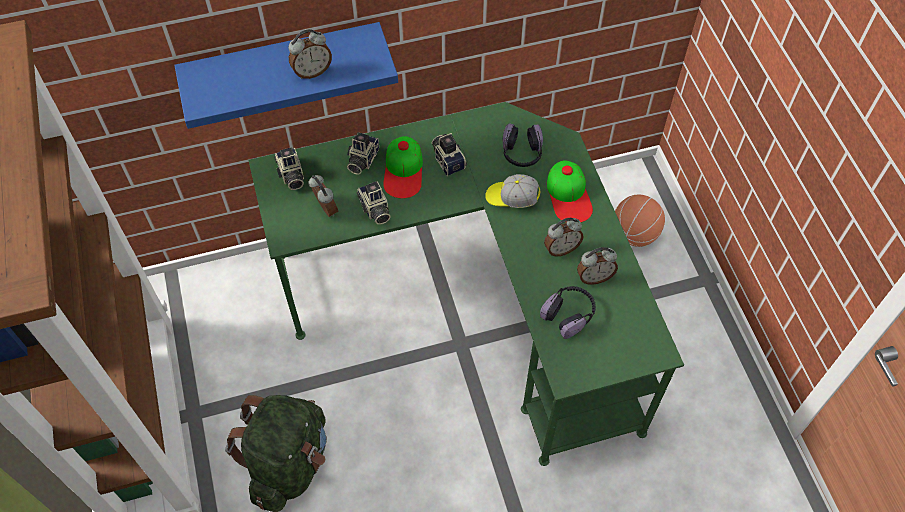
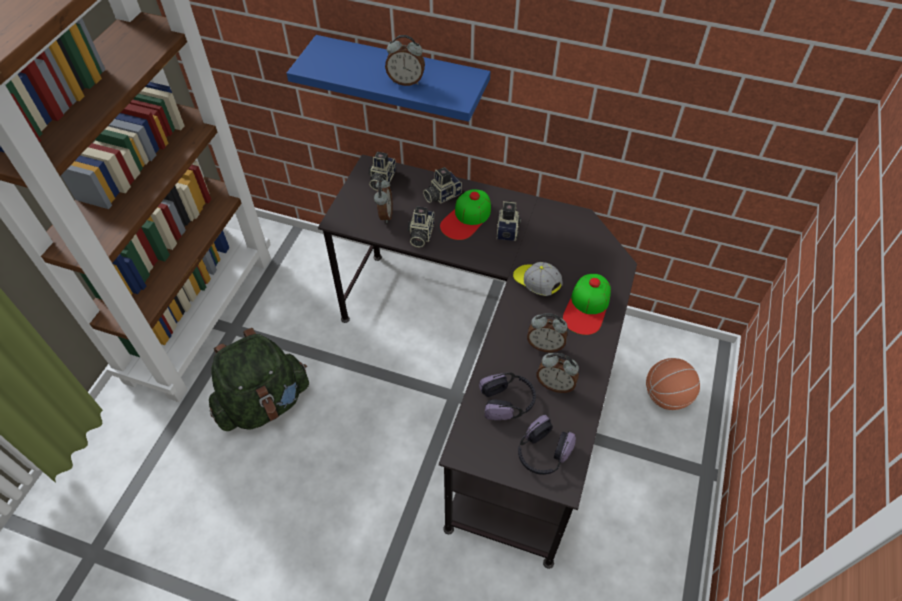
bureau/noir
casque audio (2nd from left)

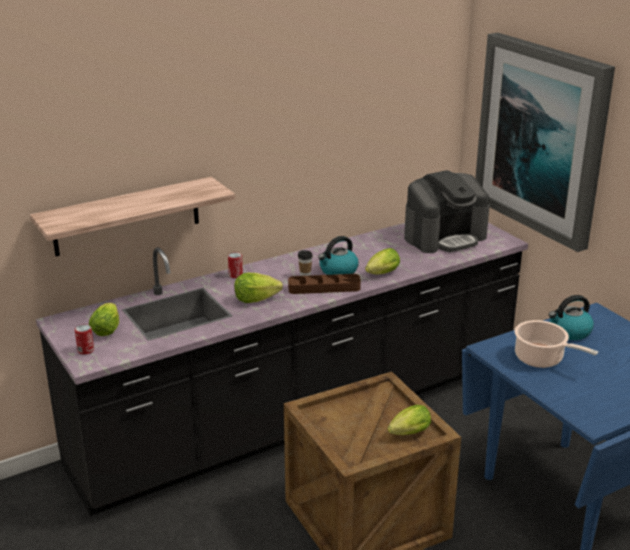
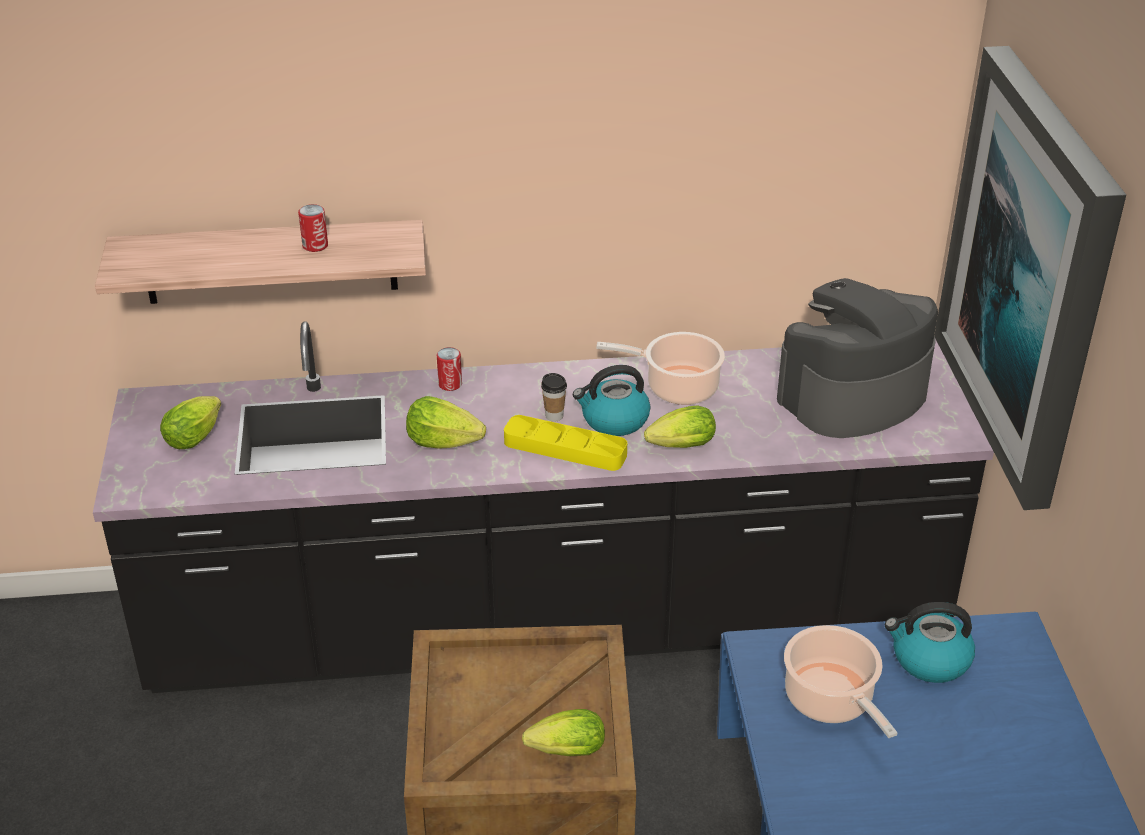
boîte métallique (1st from left)
plateau/jaune
marmite (1st from left)
machine à café

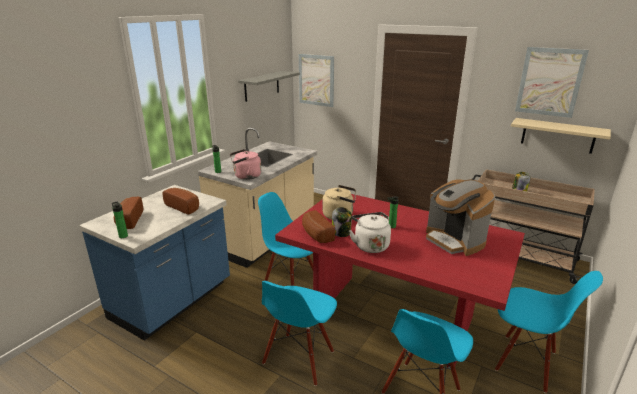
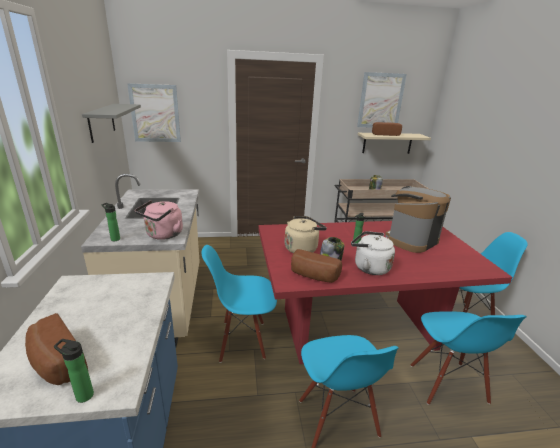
pain (3rd from left)
machine à café

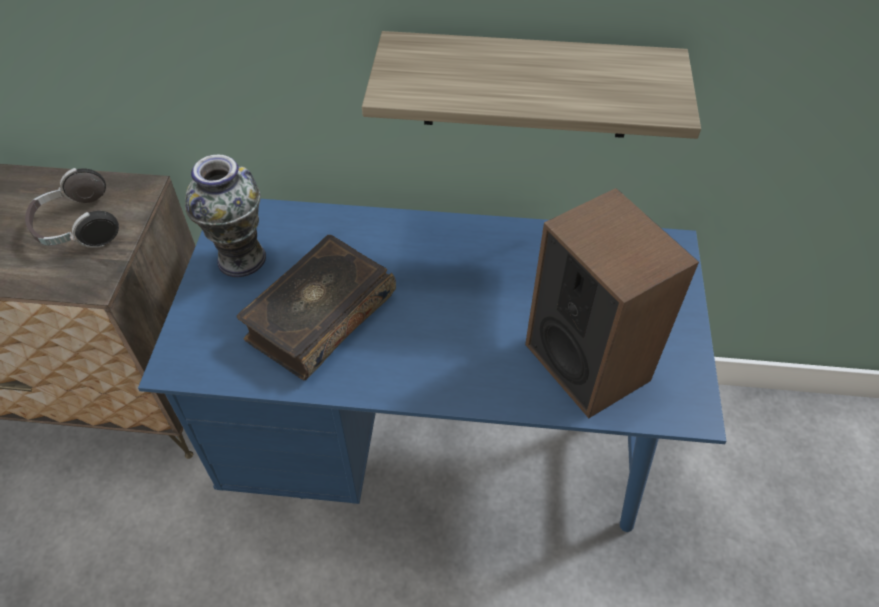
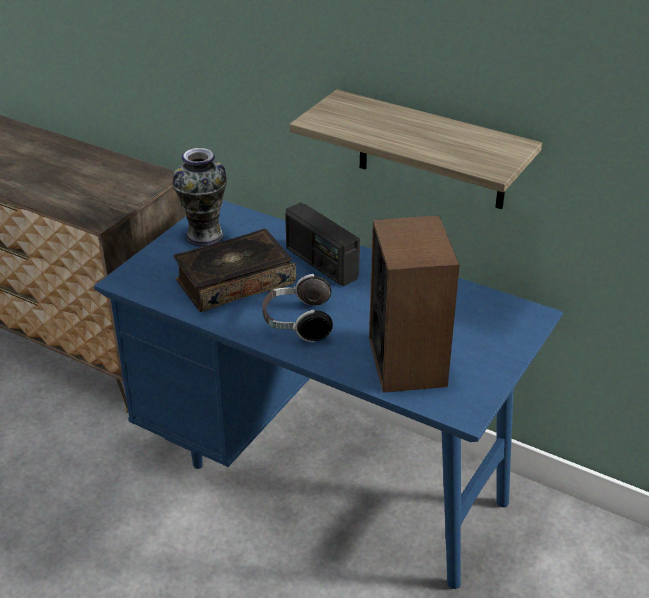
casque audio
radio

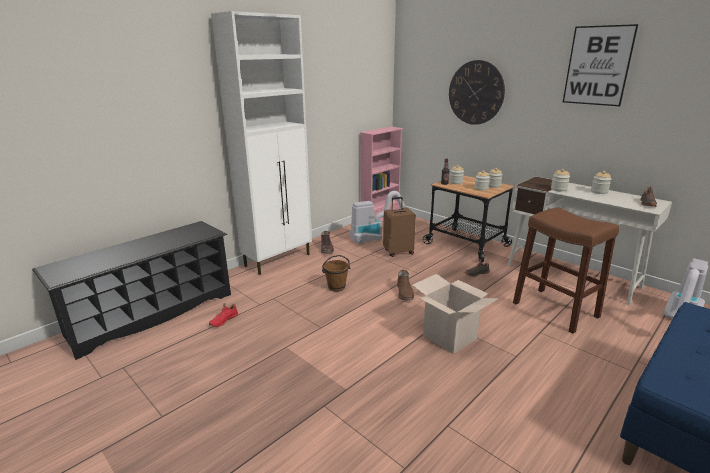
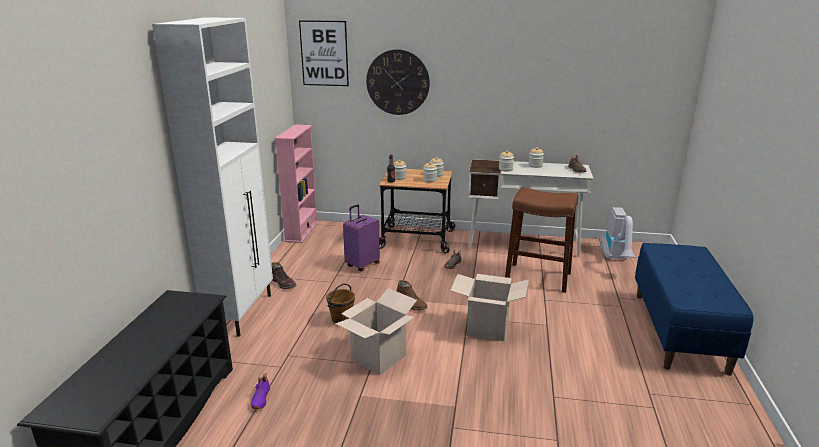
chaussure/violet
tableau
carton (1st from left)
valise/violet
aspirateur (1st from left in the first image)

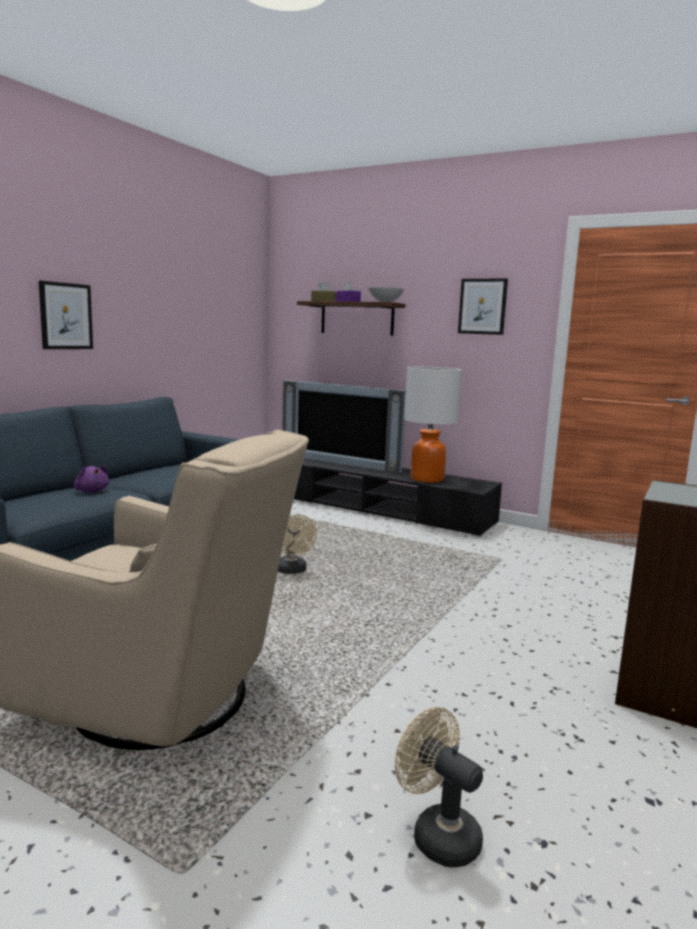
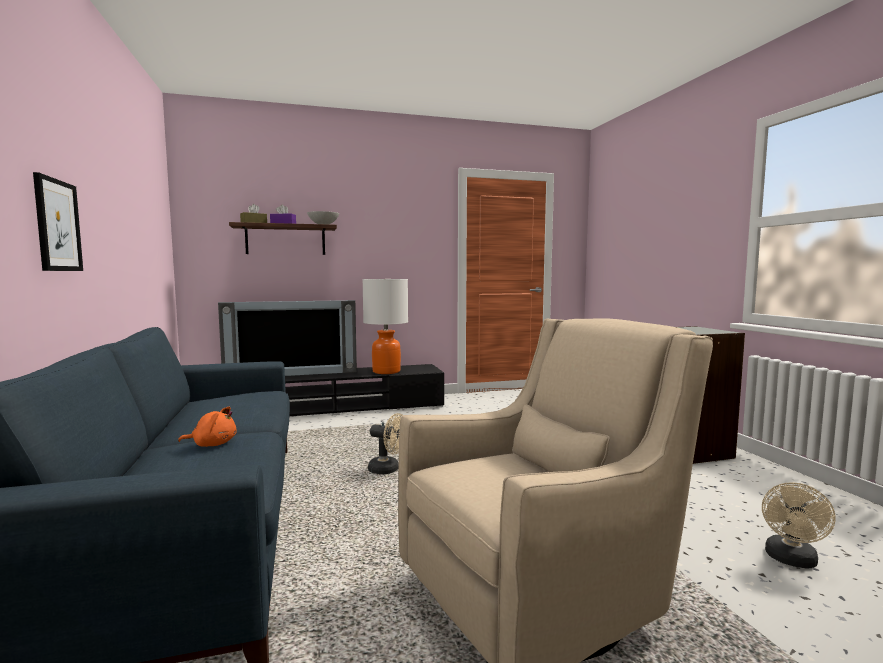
peluche/orange
ventilateur/beige (2nd from left)
tableau (2nd from left in the first image)

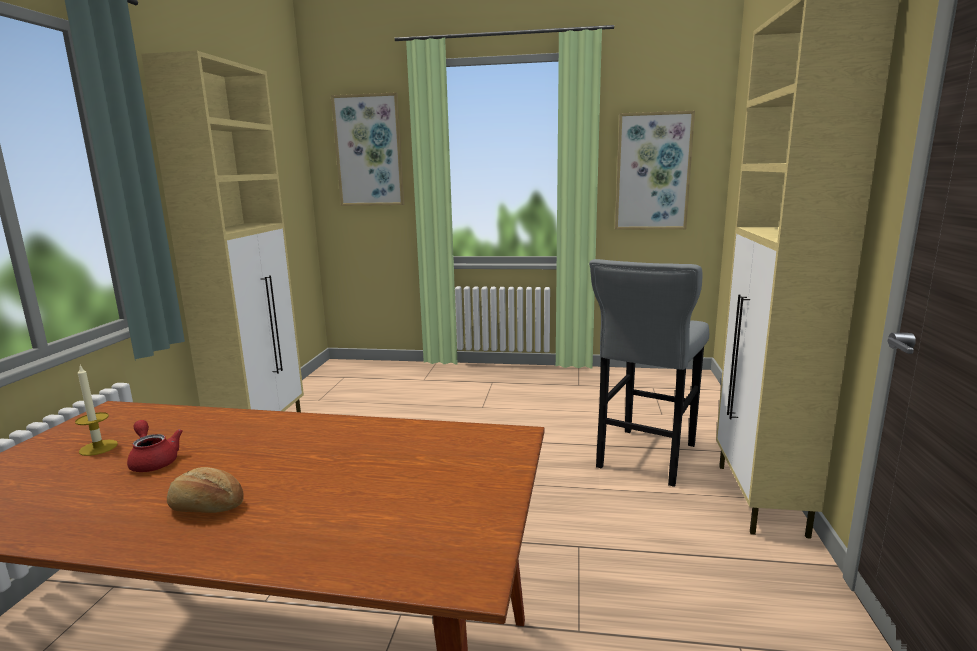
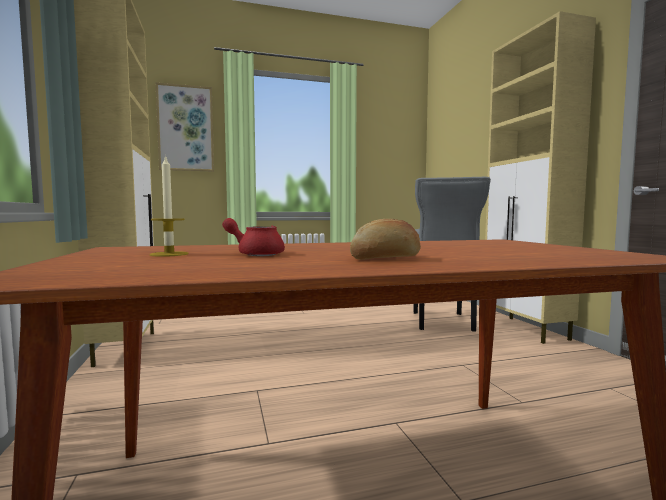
tableau (2nd from left in the first image)

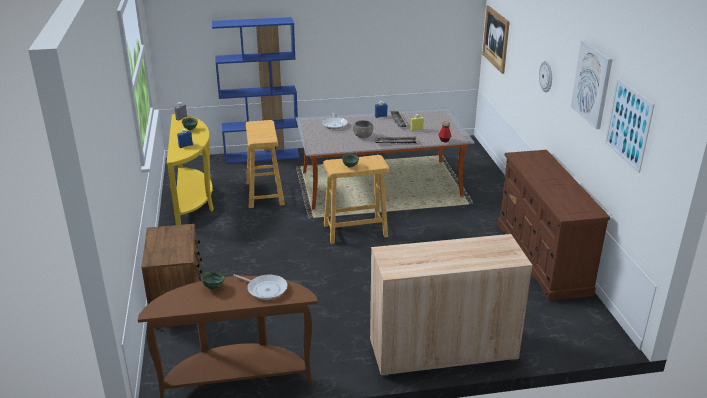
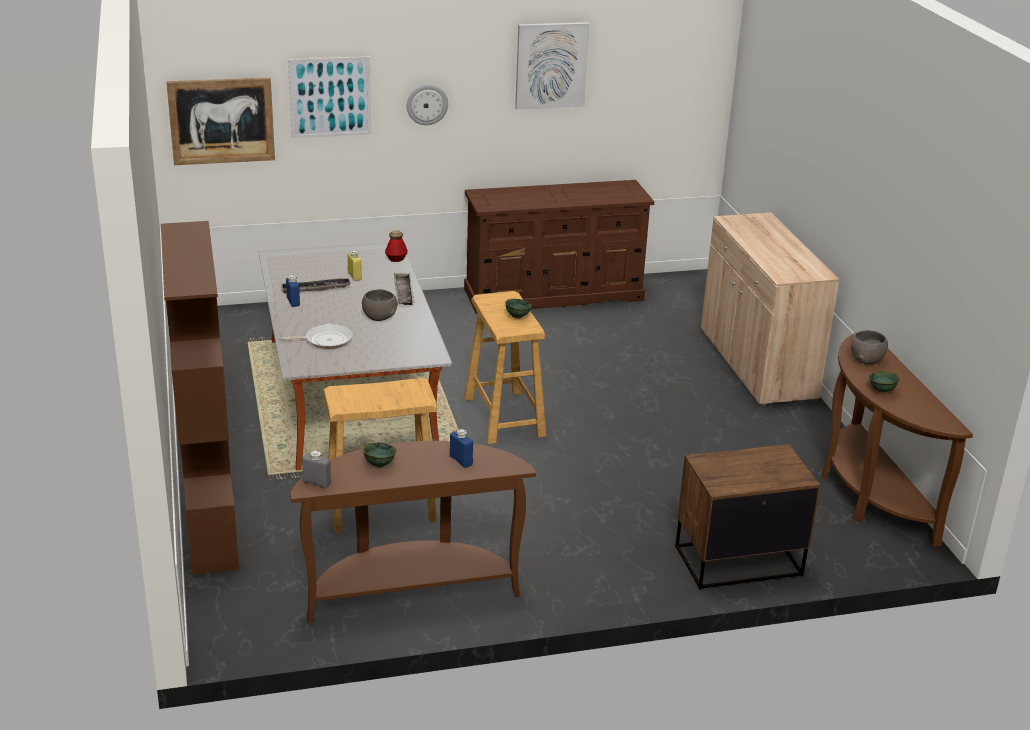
bibliothèque/marron
tableau (2nd from left)
table console/marron (1st from left)
bol/gris (2nd from left)

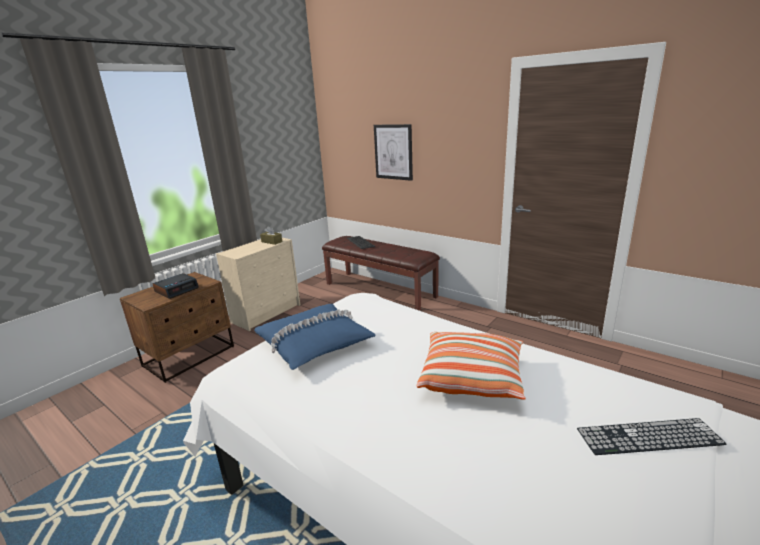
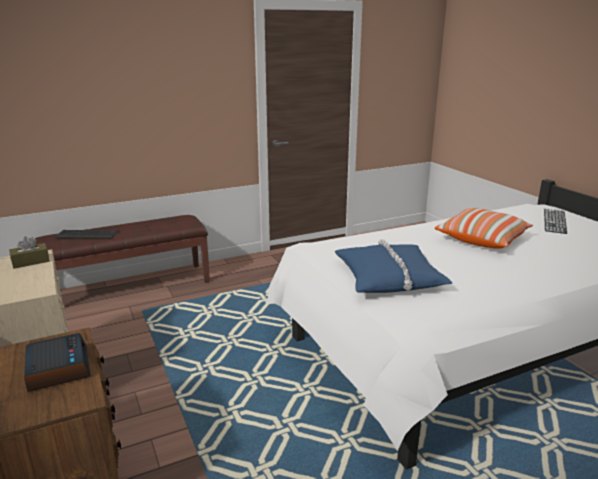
tableau

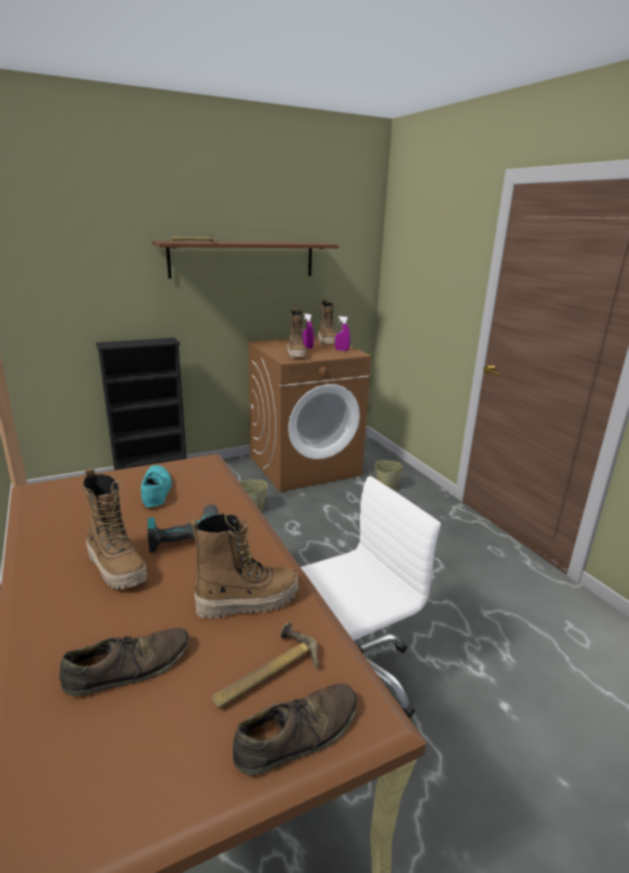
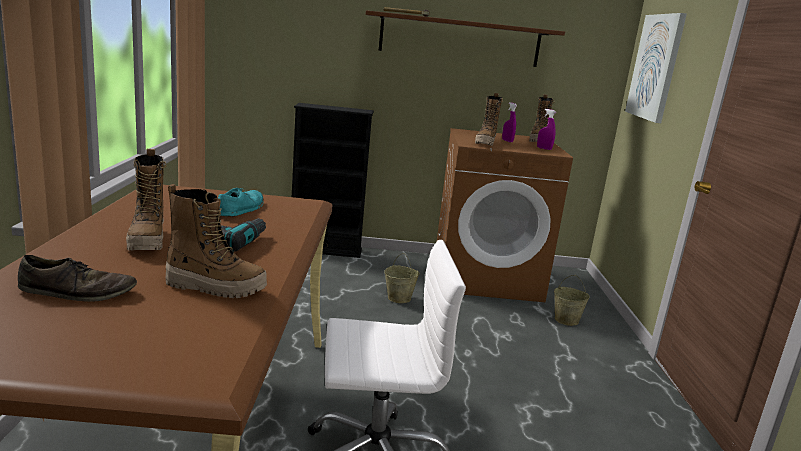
tableau
marteau (2nd from left in the first image)
chaussure/marron (2nd from left in the first image)

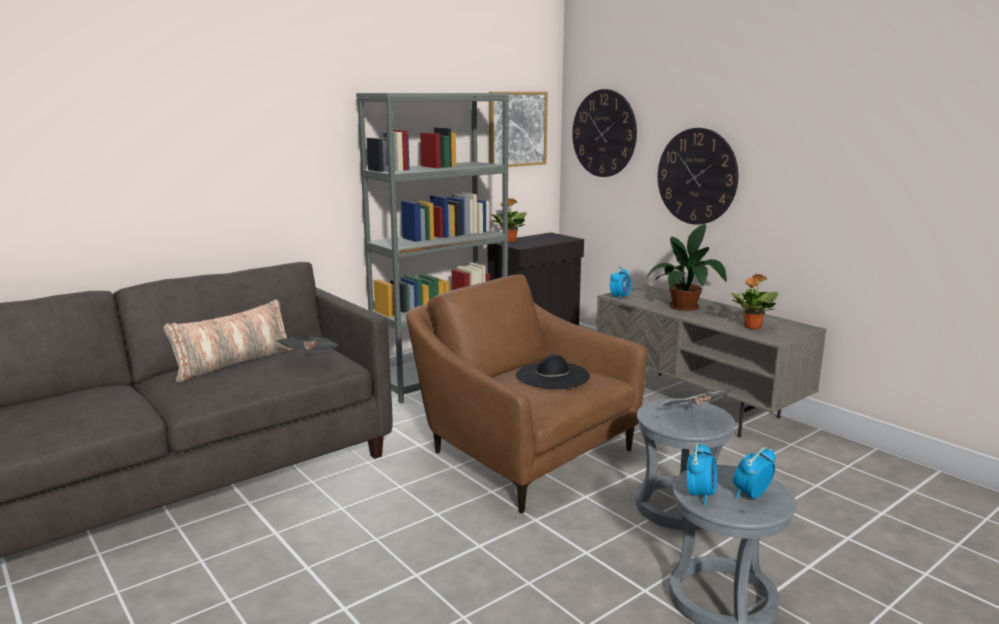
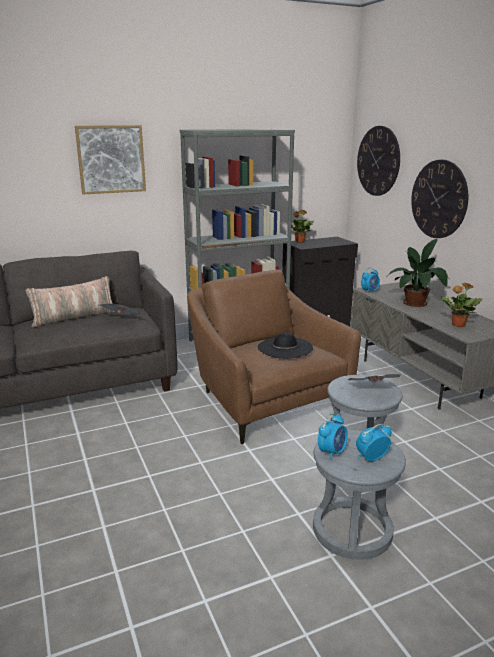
tableau

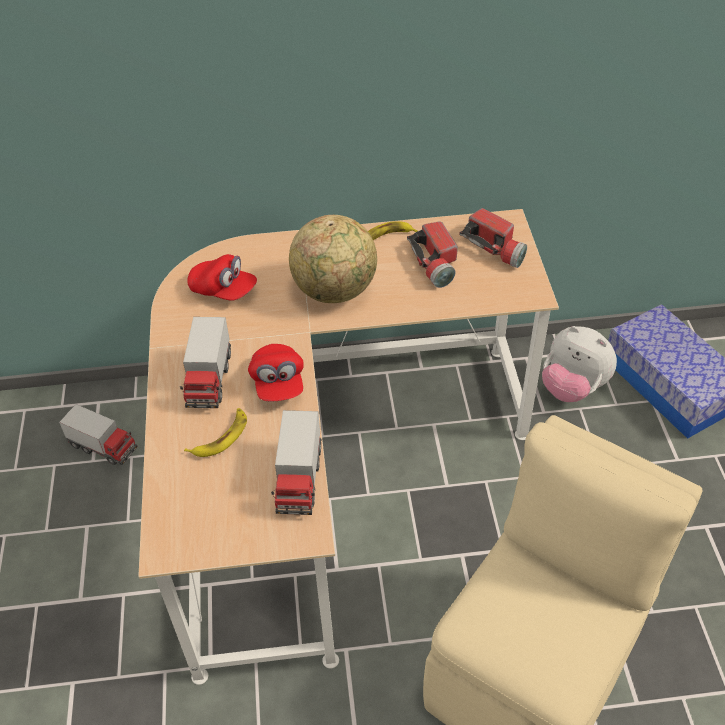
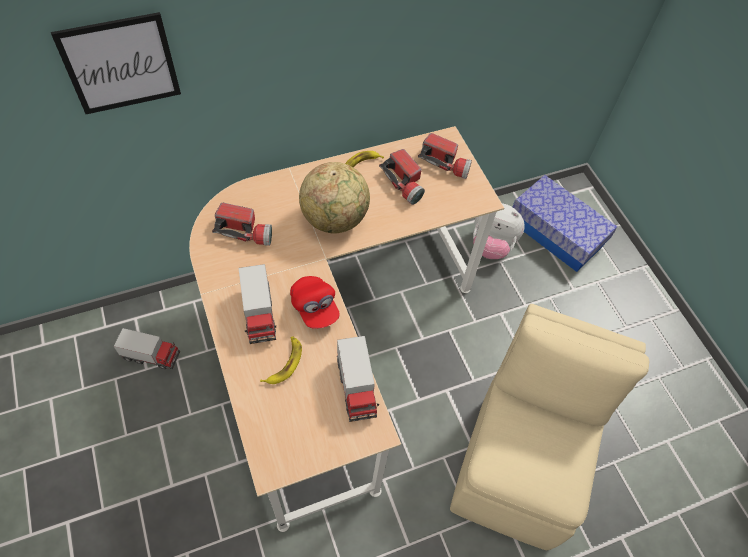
tableau
lampe de poche (1st from left)

